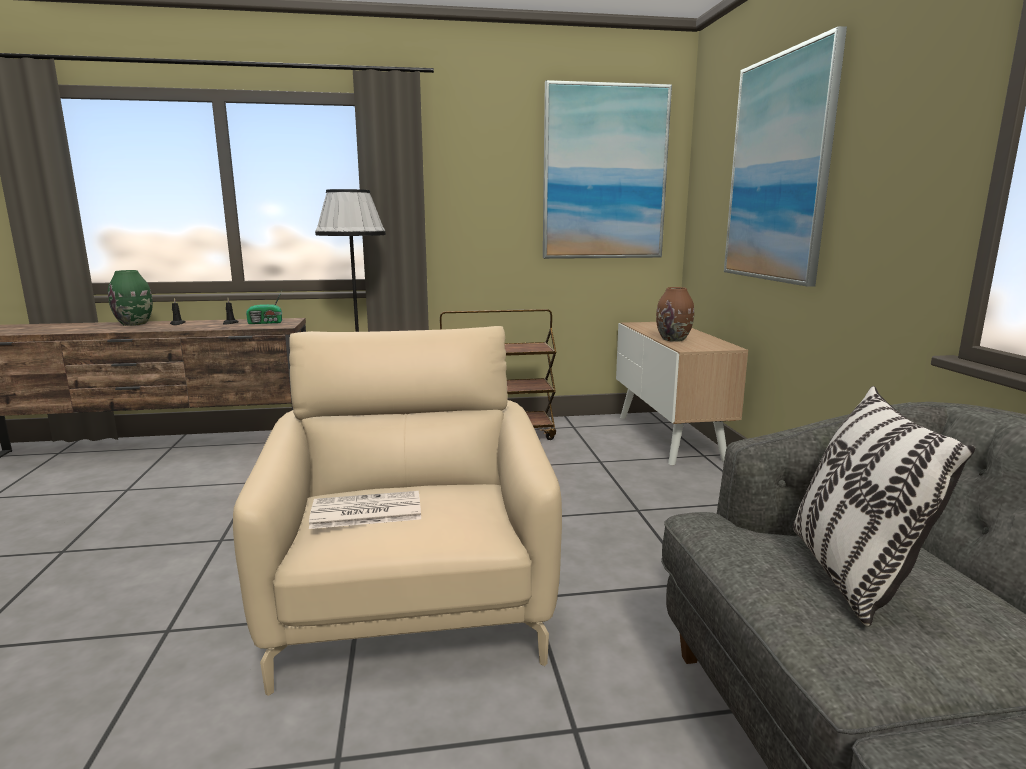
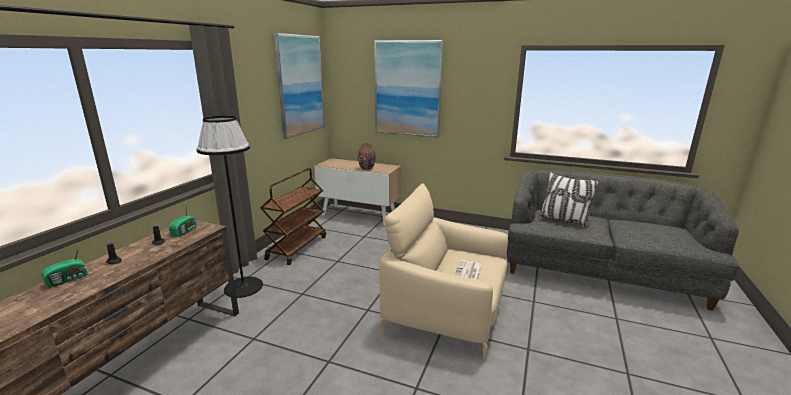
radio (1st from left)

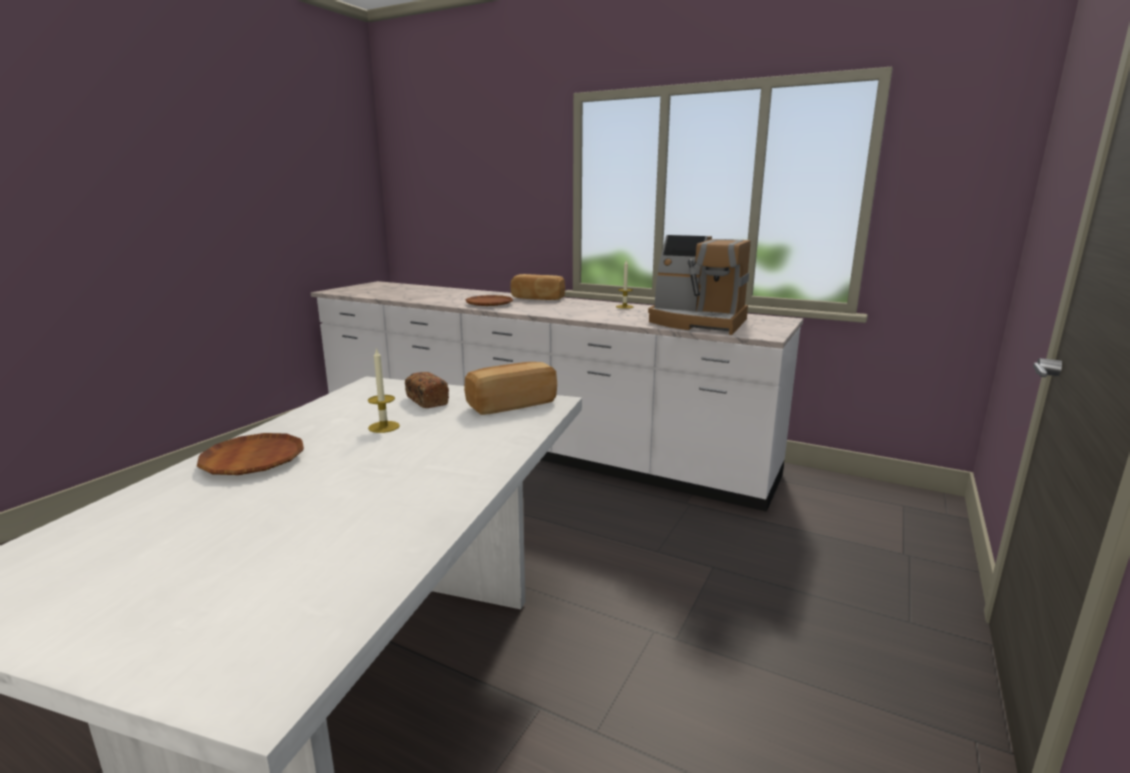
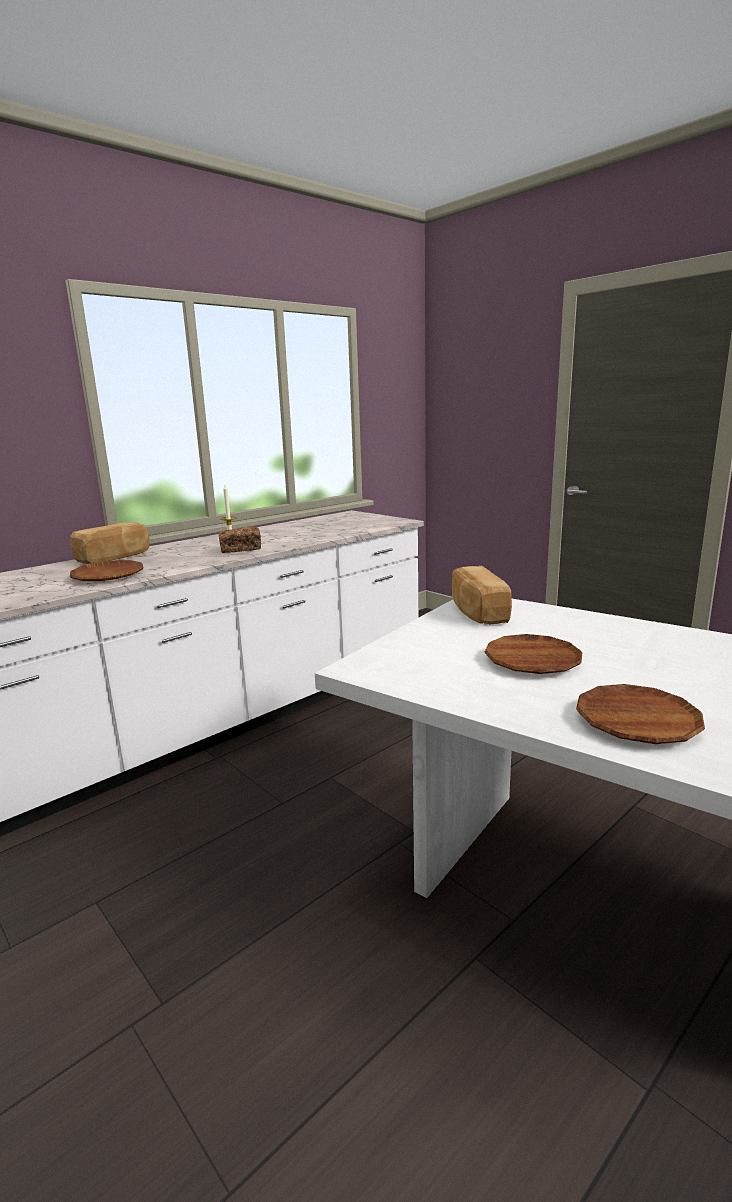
pain (2nd from left)
assiette/marron (2nd from left)
machine à café

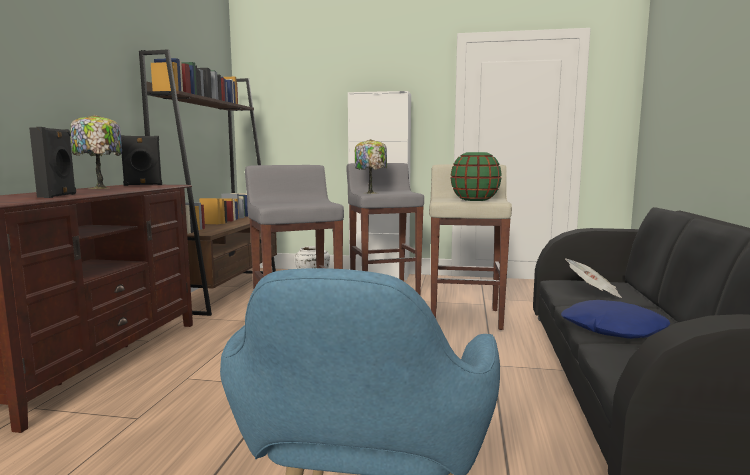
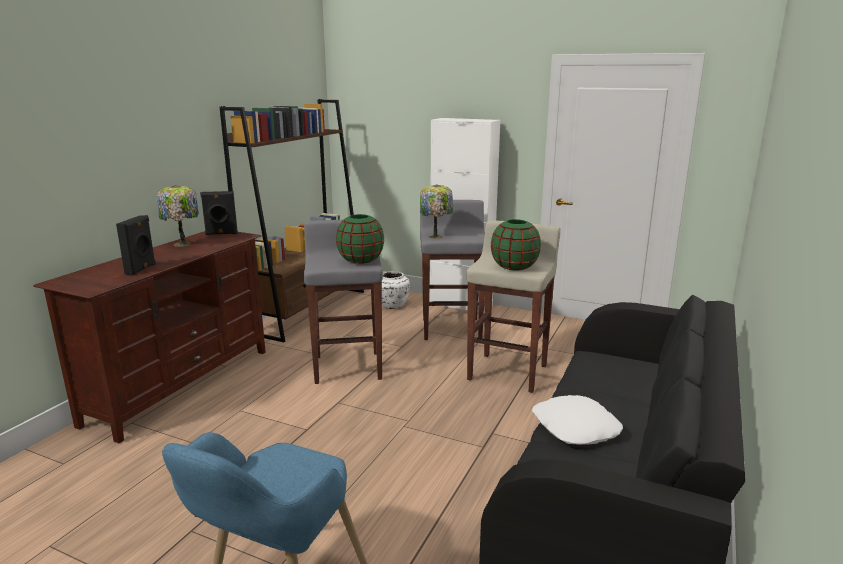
vase/vert (1st from left)
coussin/blanc
journal

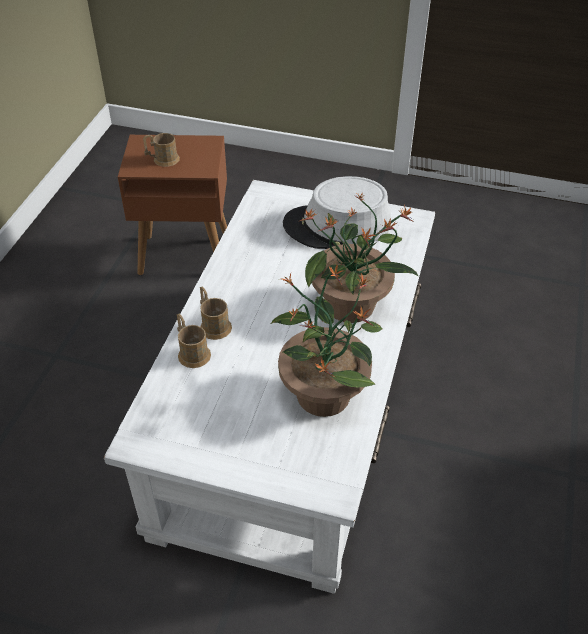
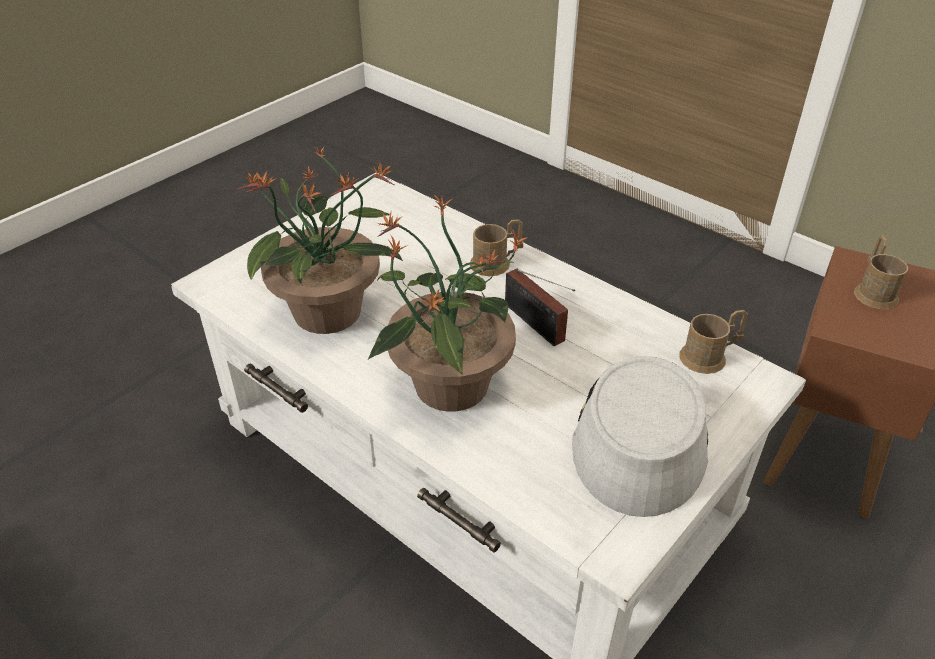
radio
mug/marron (2nd from left)

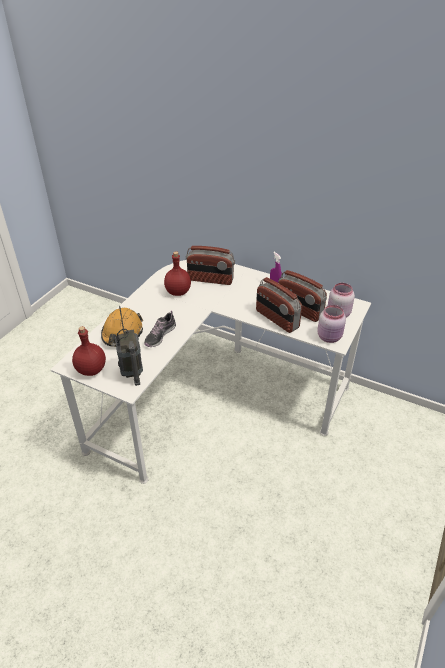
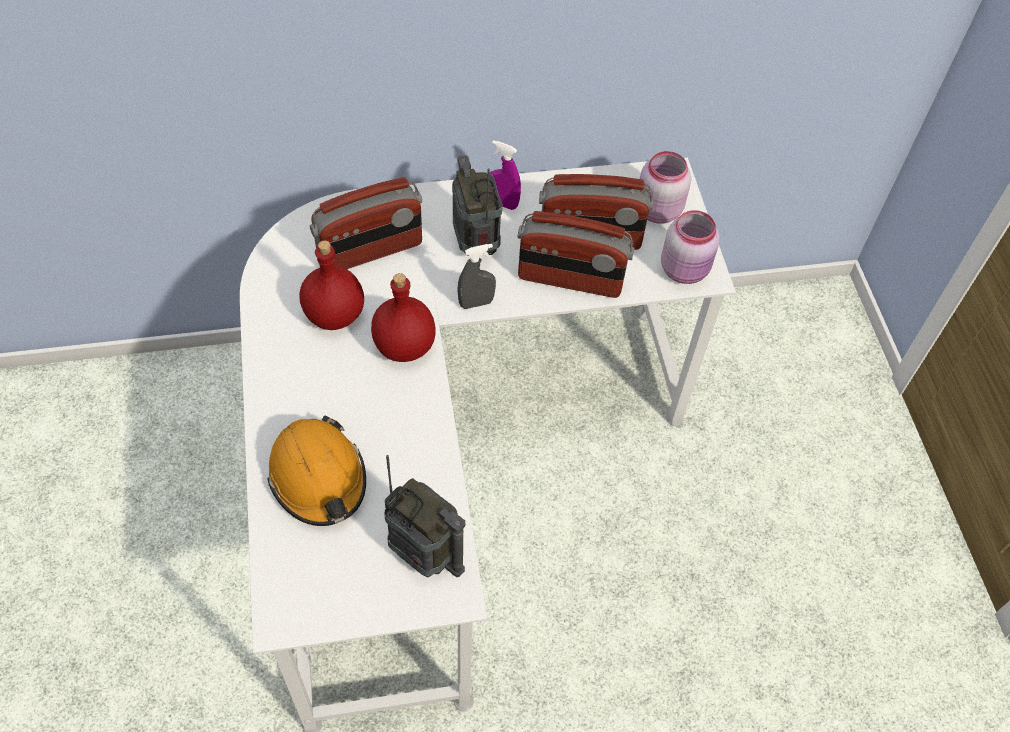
bouteille/rouge (2nd from left)
radio (3rd from left)
vaporisateur/gris
chaussure

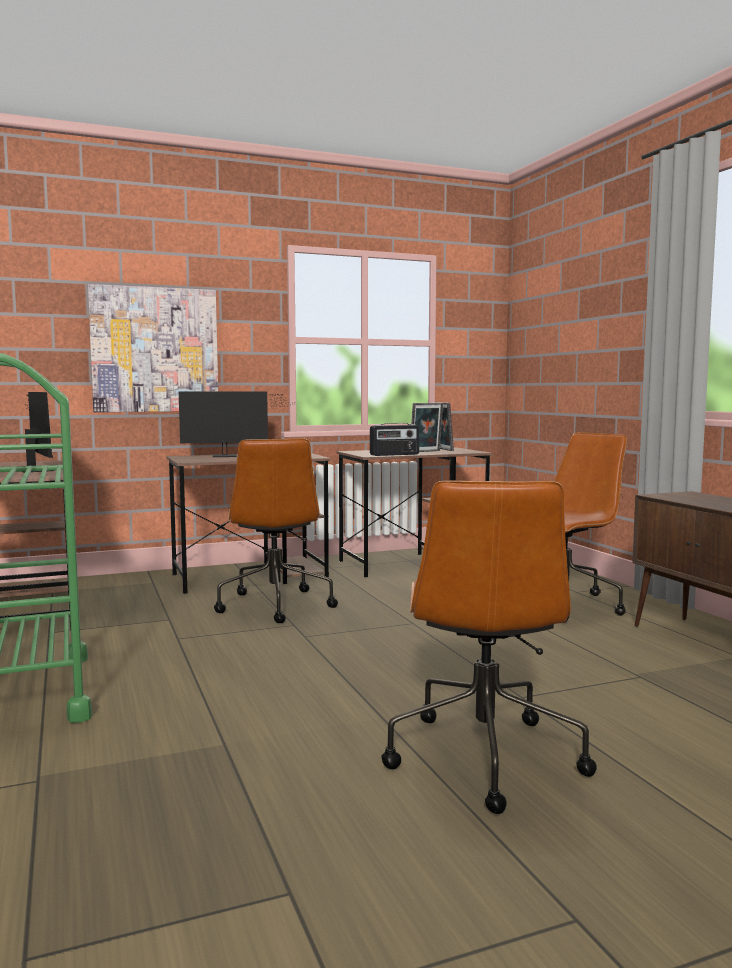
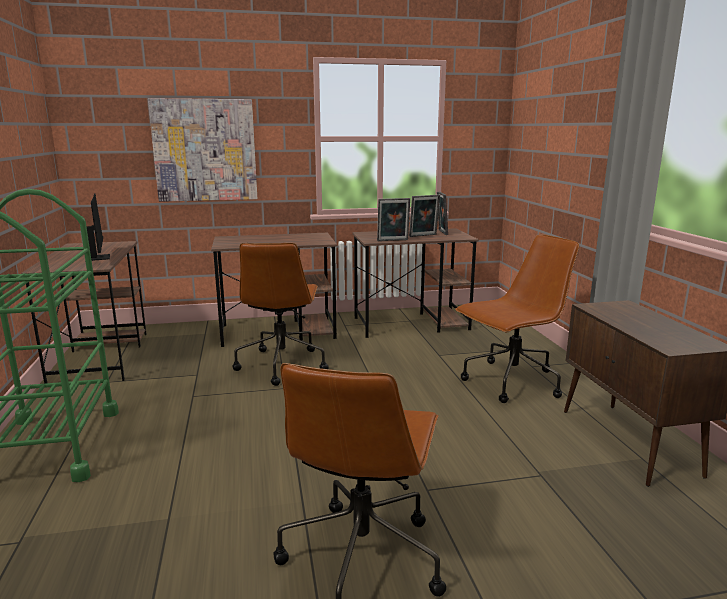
cadre photo (1st from left)
écran d'ordinateur (2nd from left in the first image)

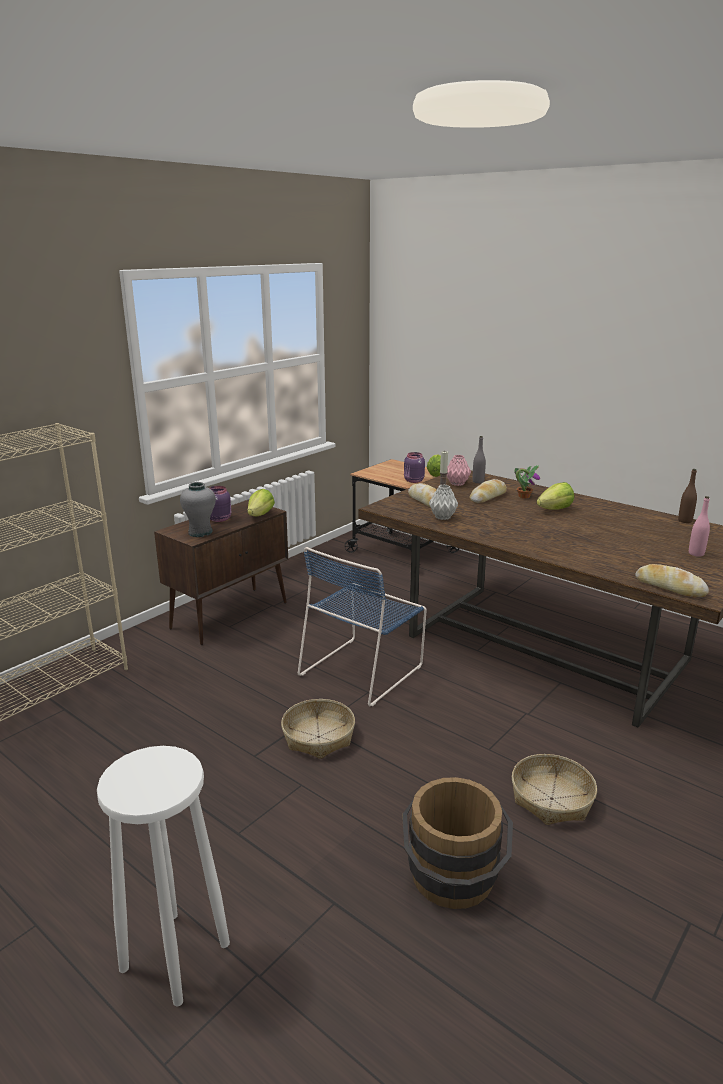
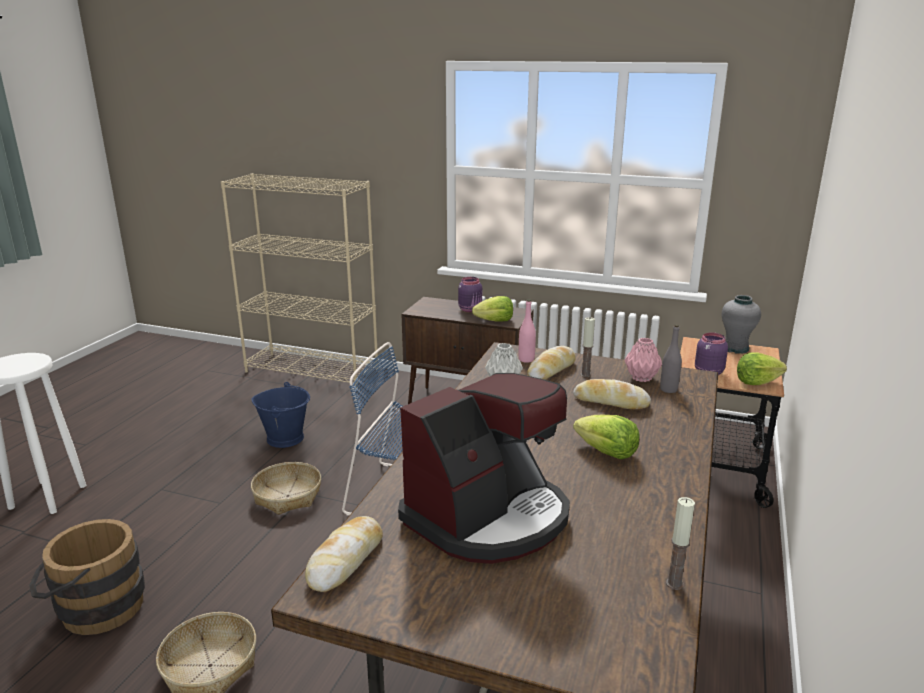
seau/bleu
machine à café
bouteille/rose
bougie (2nd from left)
vase/gris (2nd from left)
plante en pot

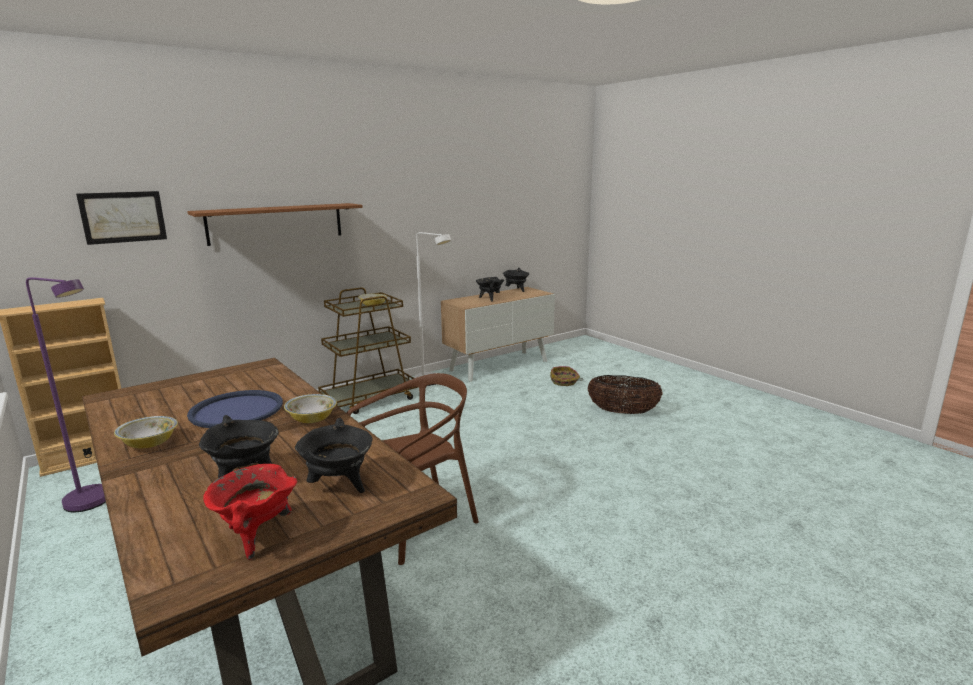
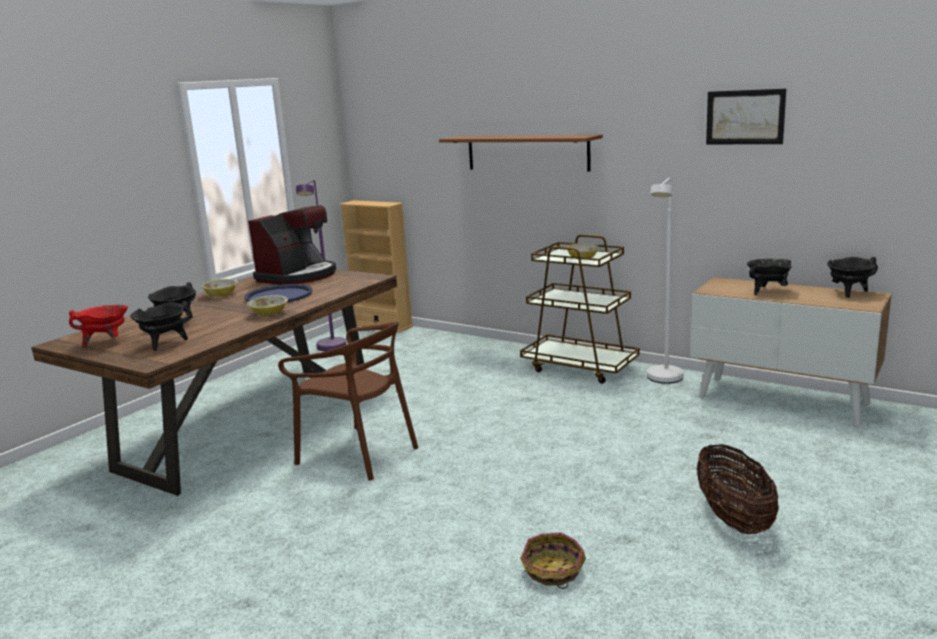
machine à café
panier (1st from left)
tableau

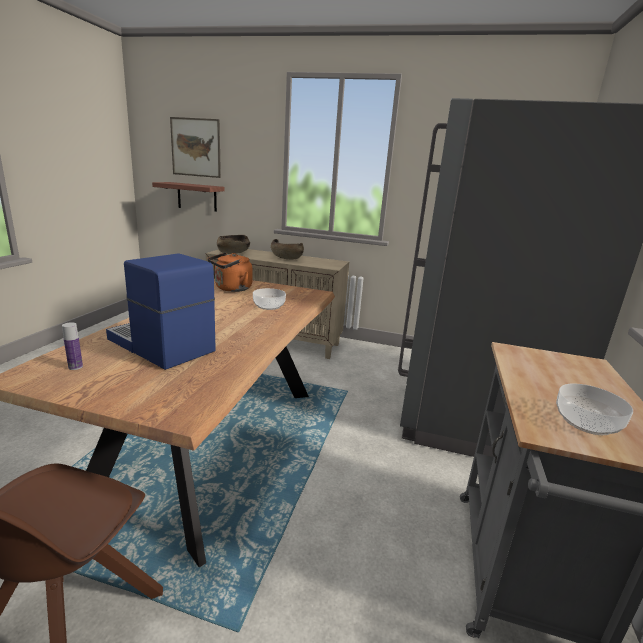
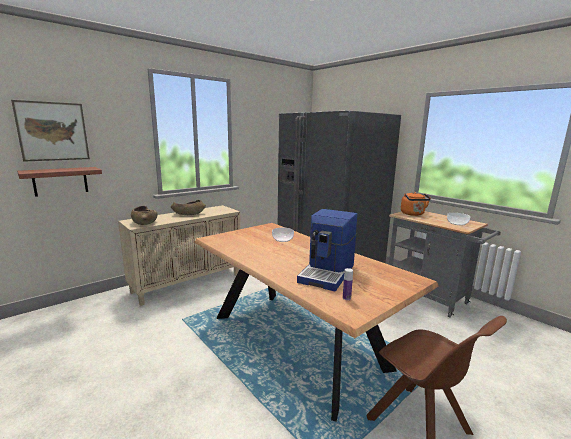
machine à café
bouilloire/orange

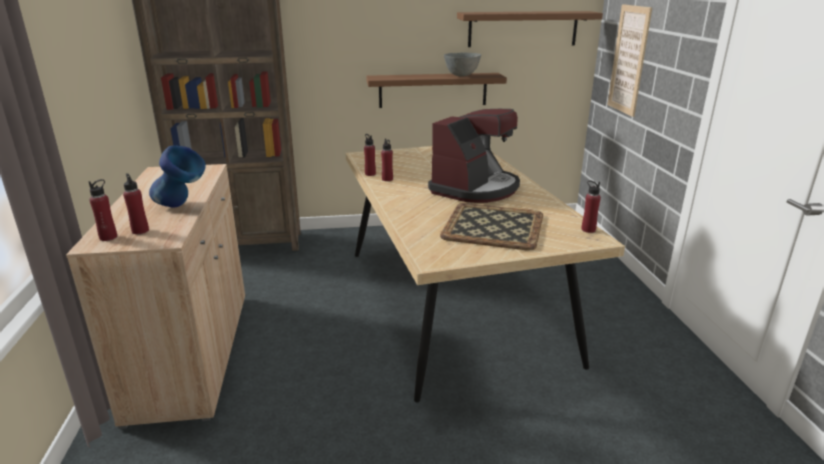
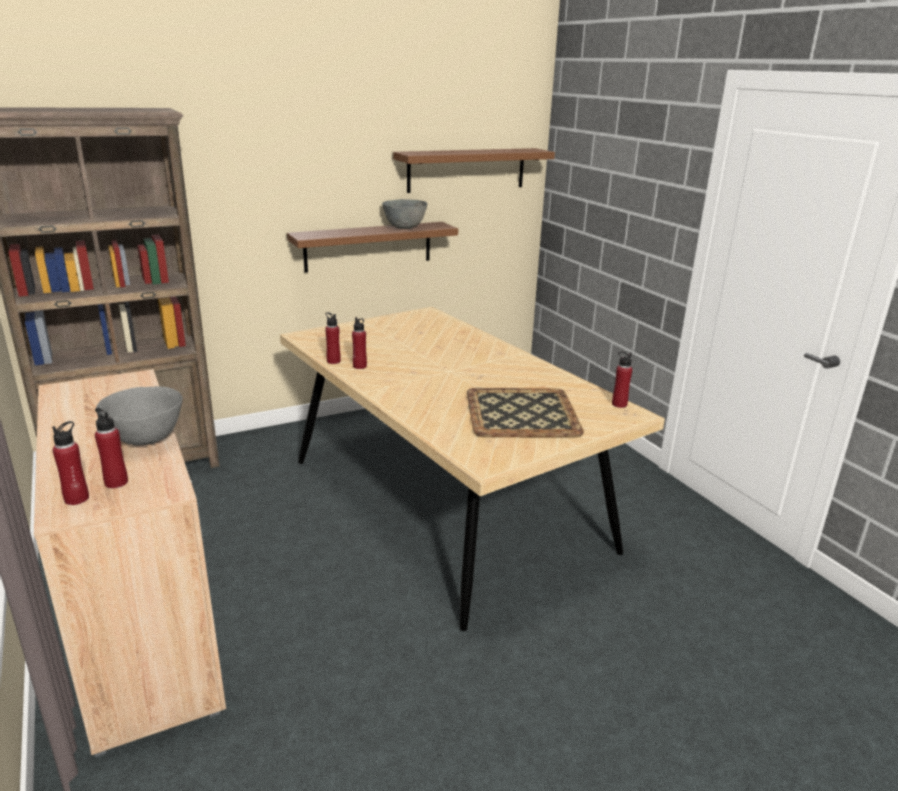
bol/gris (1st from left)
machine à café
tableau

